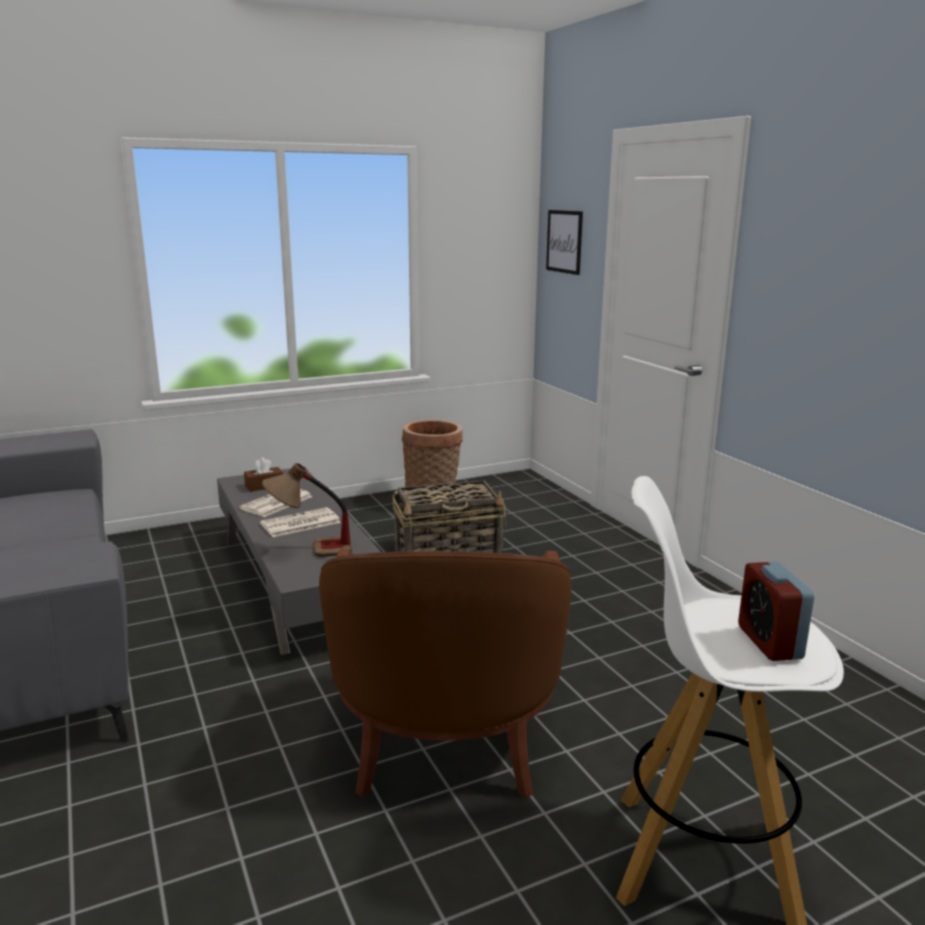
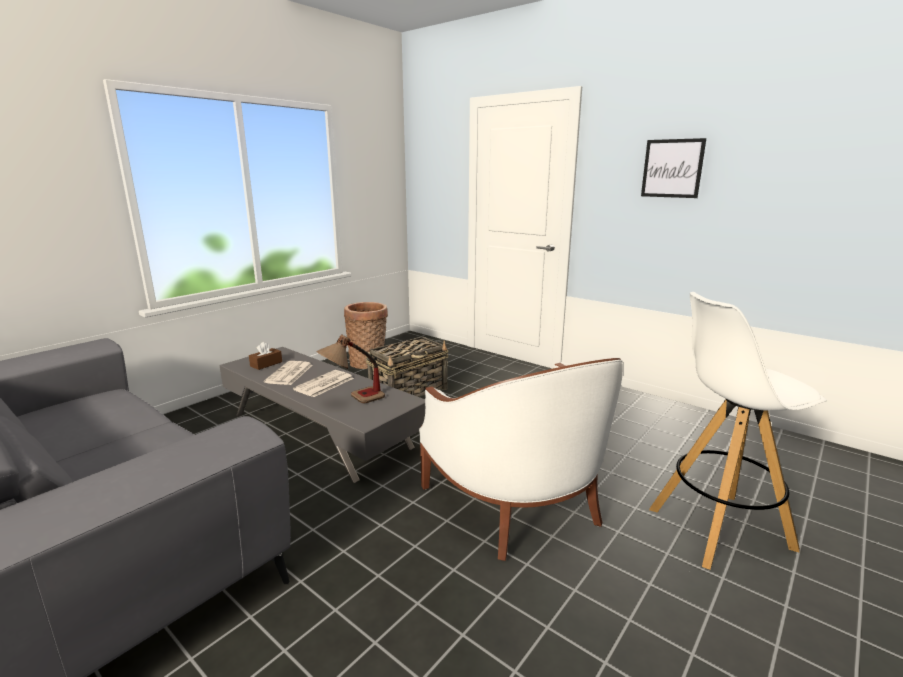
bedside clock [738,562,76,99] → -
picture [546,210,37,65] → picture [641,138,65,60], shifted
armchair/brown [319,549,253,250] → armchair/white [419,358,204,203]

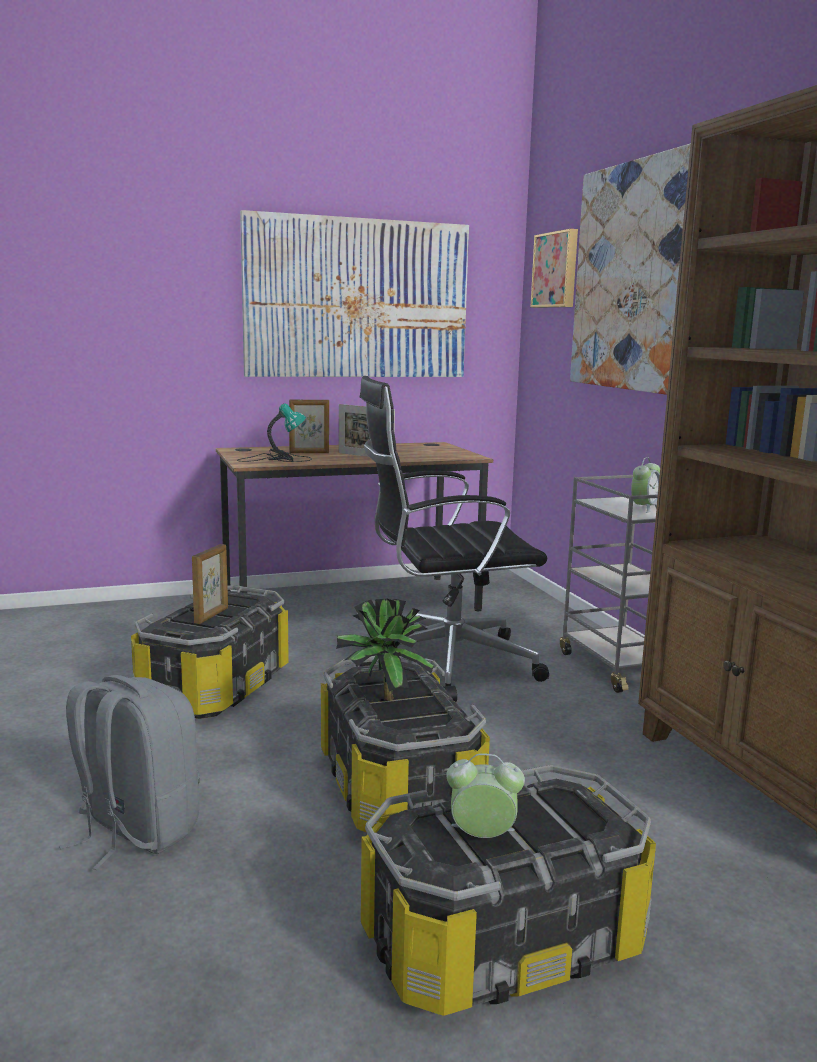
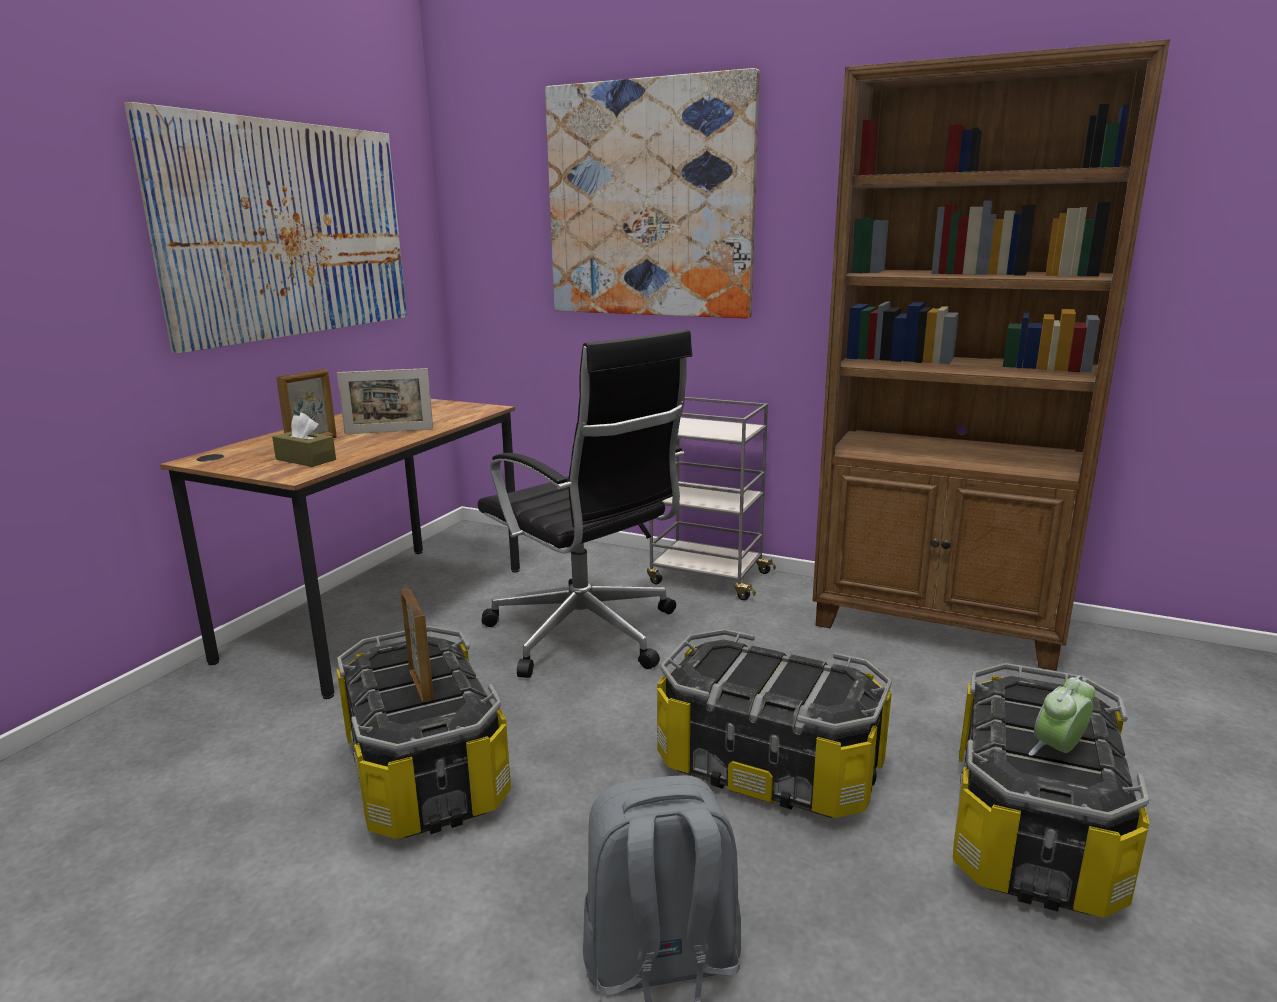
plant in a pot [336,599,98,102] → -
picture [530,229,48,79] → -
bedside clock [631,457,29,56] → -
tabletop lamp [237,403,75,59] → tissue holder/brown [272,413,64,54]
desk chair/black [356,376,193,326] → desk chair/black [478,329,214,349], 75 degrees counterclockwise

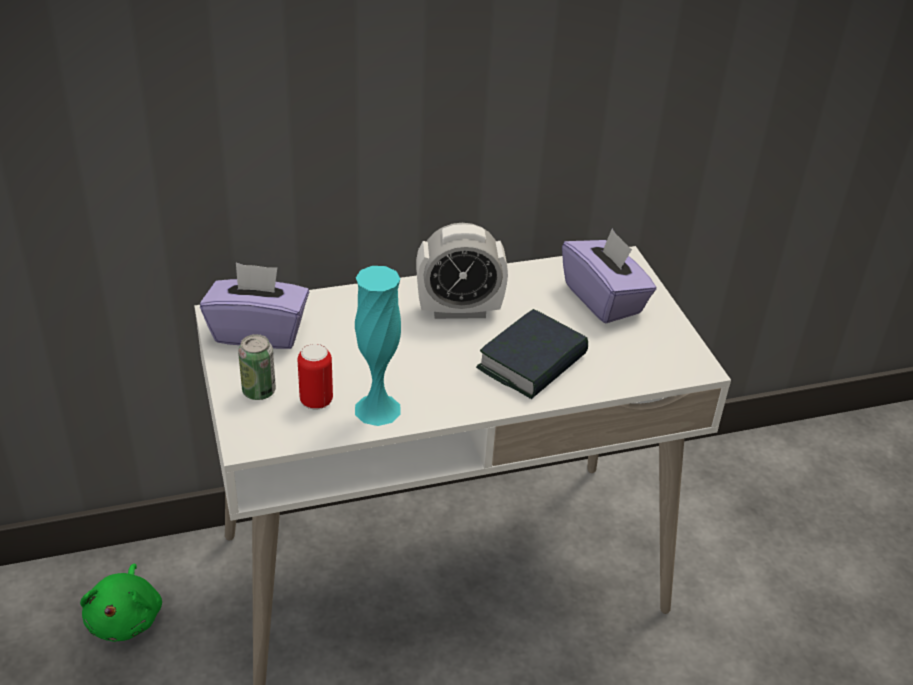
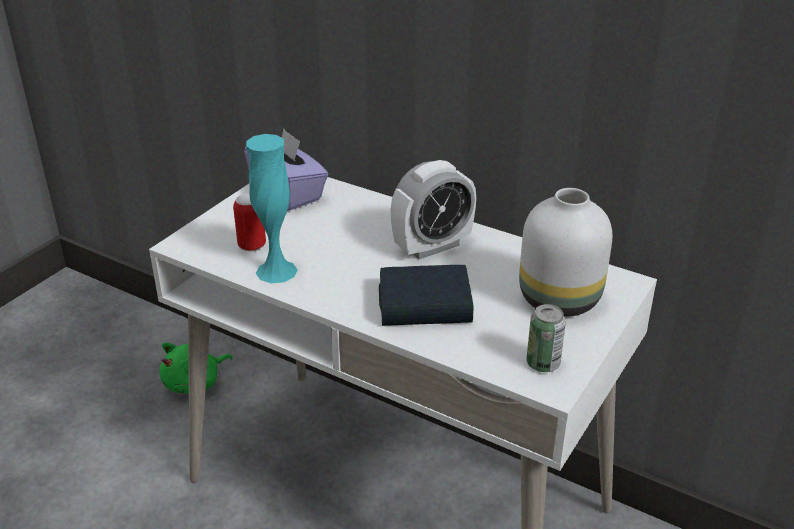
metal can [238,334,38,66] → metal can [526,304,40,68], shifted
tissue holder/purple-coloured [562,229,95,94] → decorative vase/white [519,188,94,128]
bedside clock [416,223,92,96] → bedside clock [391,160,85,99], 75 degrees counterclockwise

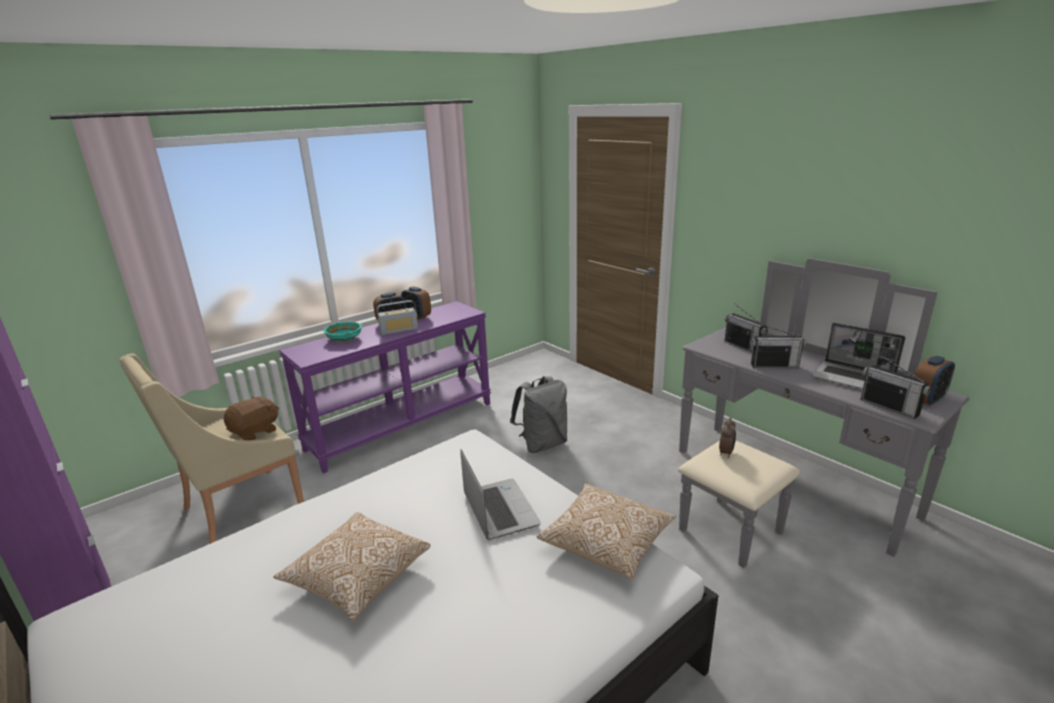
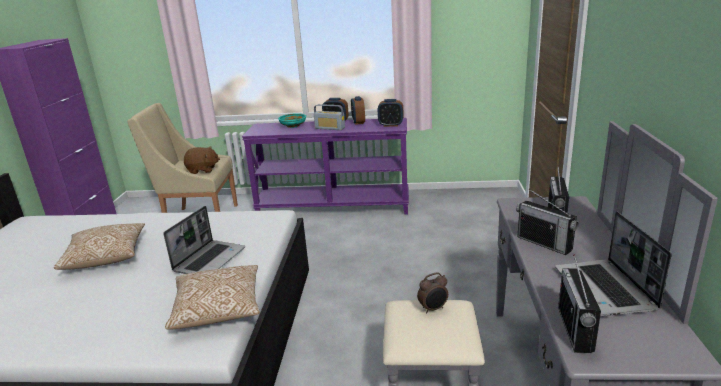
knapsack/greyish [510,376,57,77] → -
bedside clock [914,356,41,50] → bedside clock [378,99,26,28], shifted

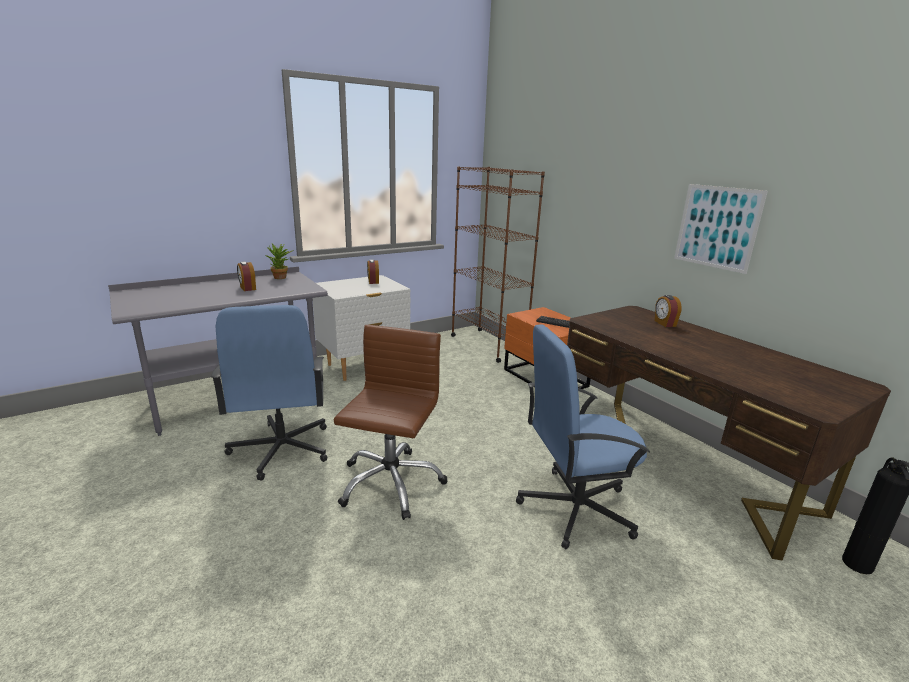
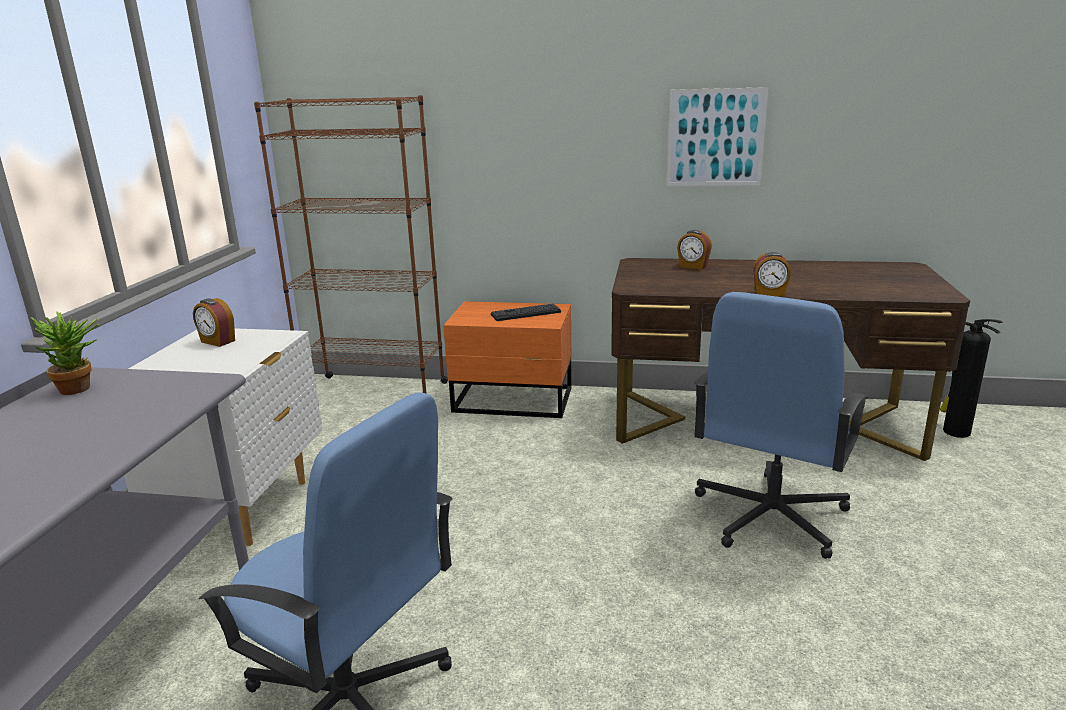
desk chair/brown [334,325,113,195] → -
bedside clock [237,261,19,30] → bedside clock [753,252,38,44], shifted

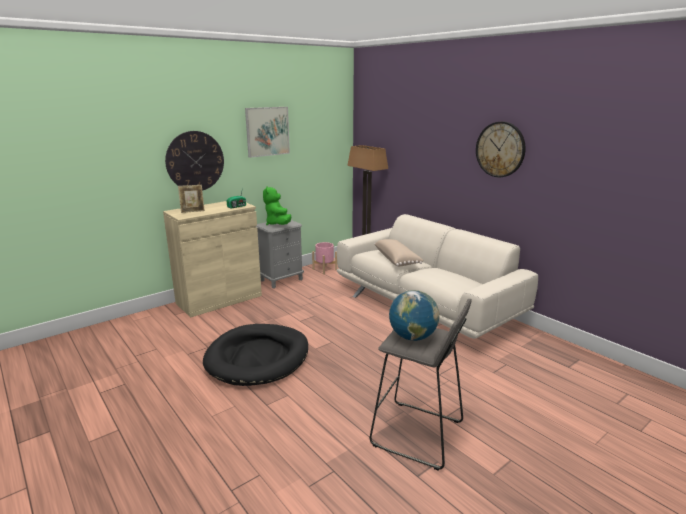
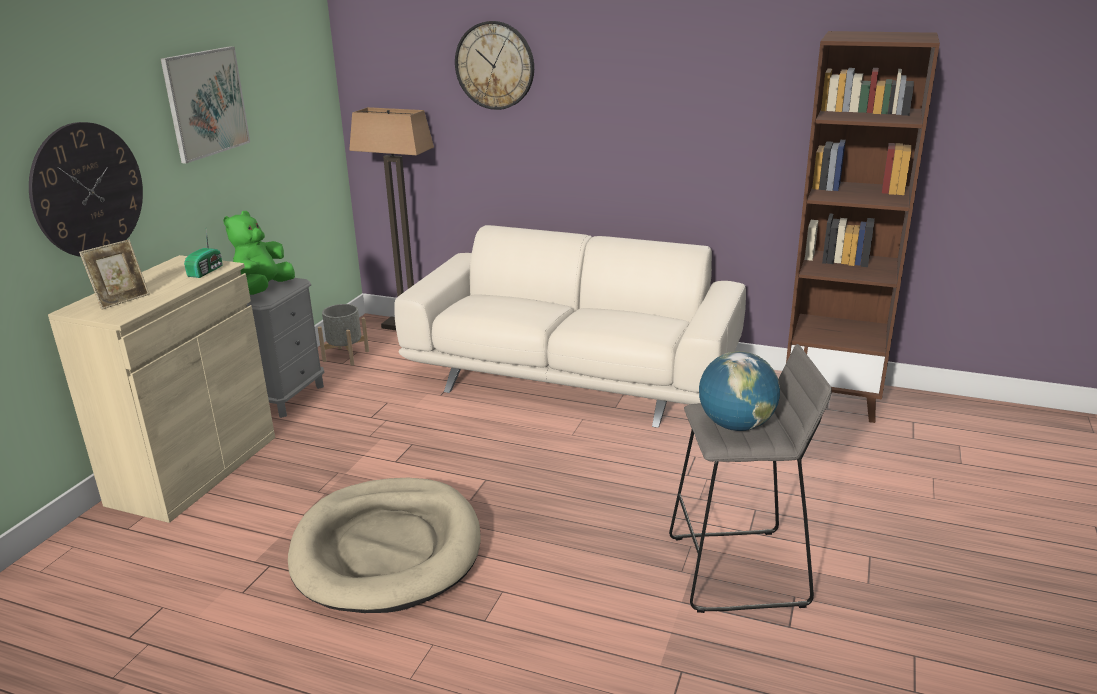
pillow/beige-coloured [374,239,50,27] → -
- → bookshelf/brown [786,31,154,392]
clock on the wall [476,121,50,56] → clock on the wall [455,21,79,89], shifted
dog bed/black [203,324,105,62] → dog bed/beige-coloured [288,478,193,135]
flower pot/pinkish [312,242,25,32] → flower pot/greyish [318,304,51,62]
plush toy/greenish [263,186,29,39] → plush toy/greenish [223,211,72,84], 60 degrees clockwise

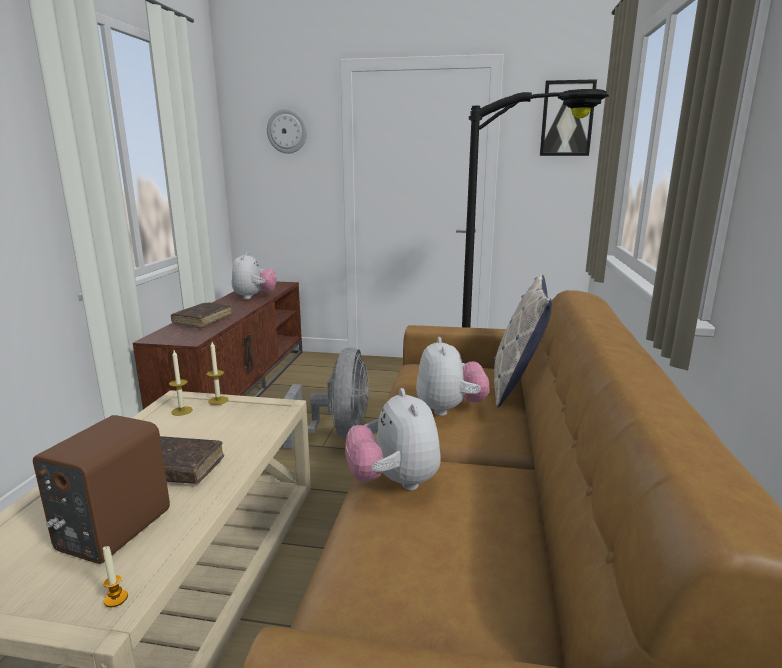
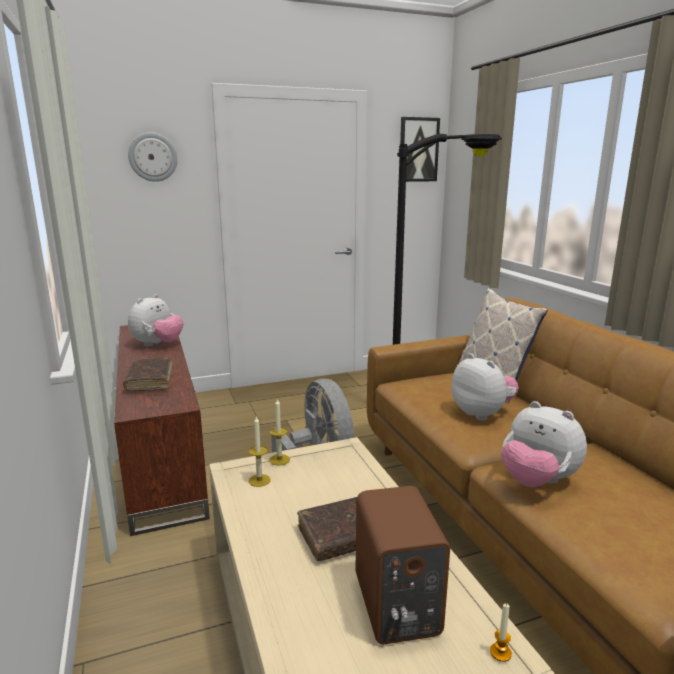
plush toy [232,252,45,47] → plush toy [128,294,56,53], 60 degrees clockwise

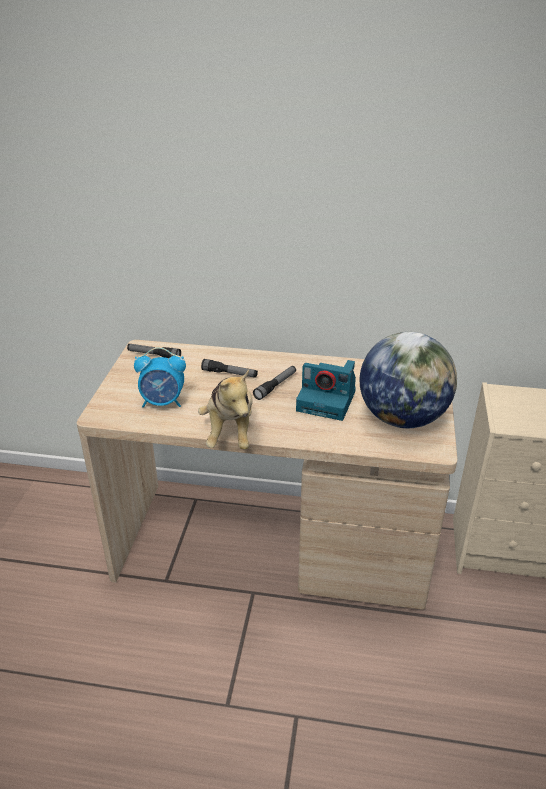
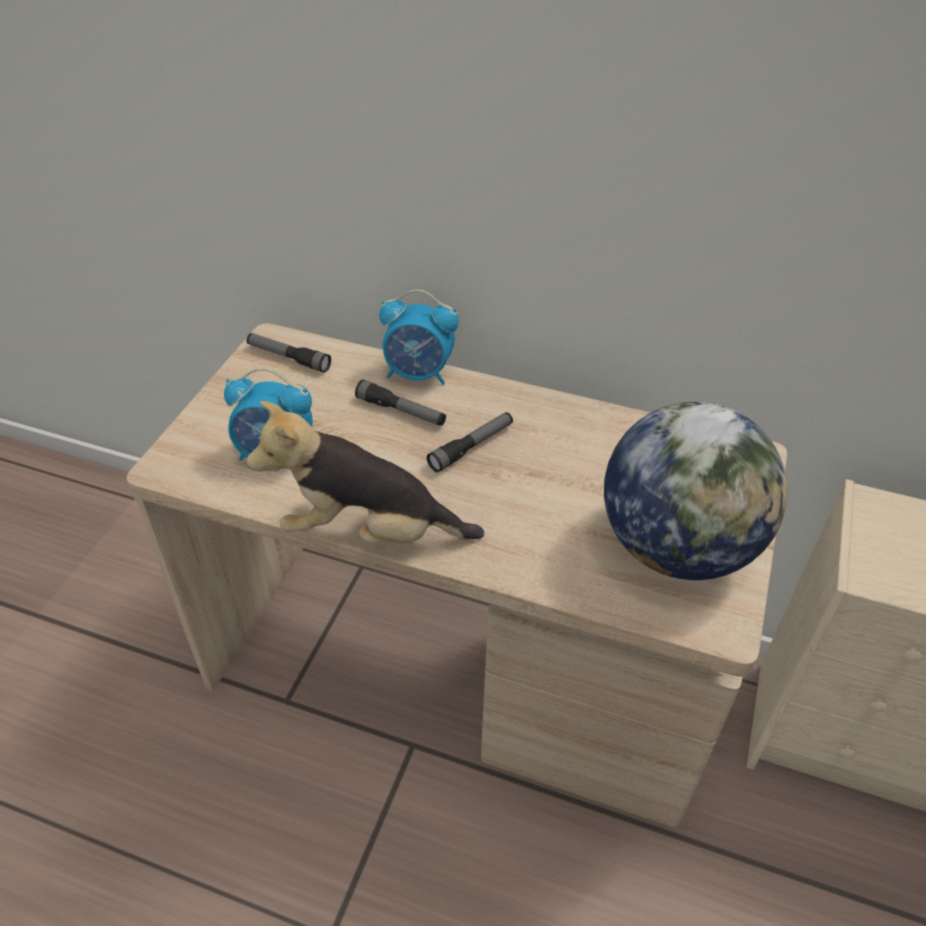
photo camera [296,360,60,61] → -
- → bedside clock [379,289,80,96]
plush toy [198,370,55,79] → plush toy [247,401,237,142], 90 degrees clockwise

